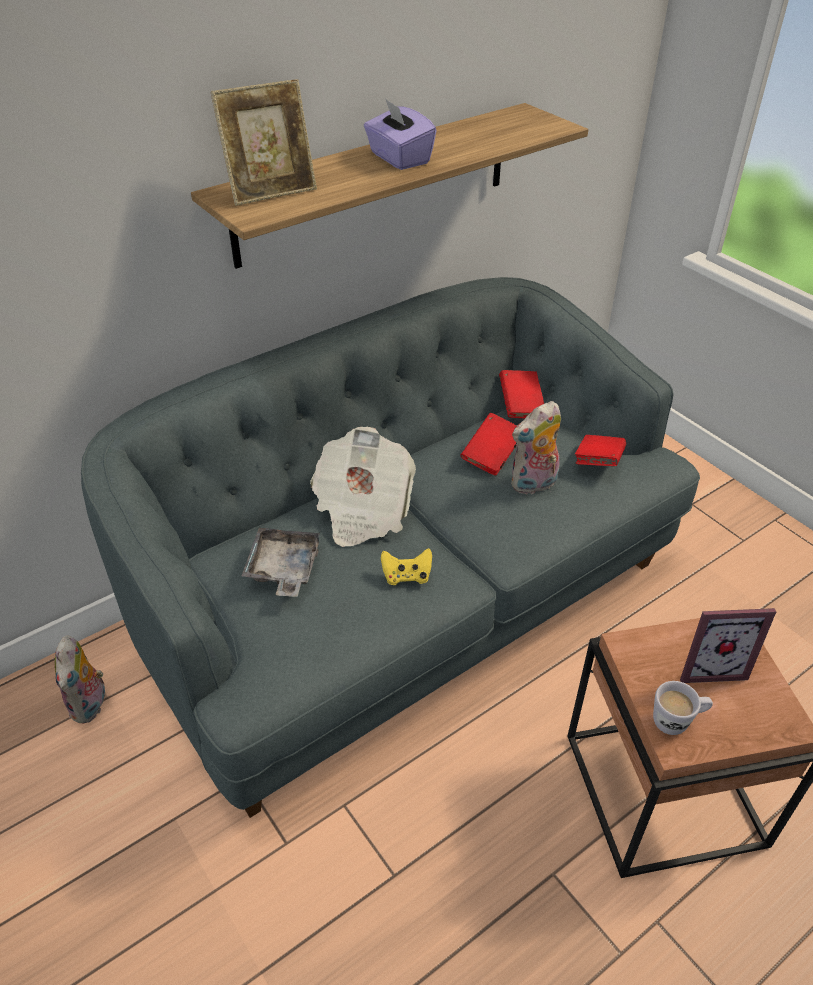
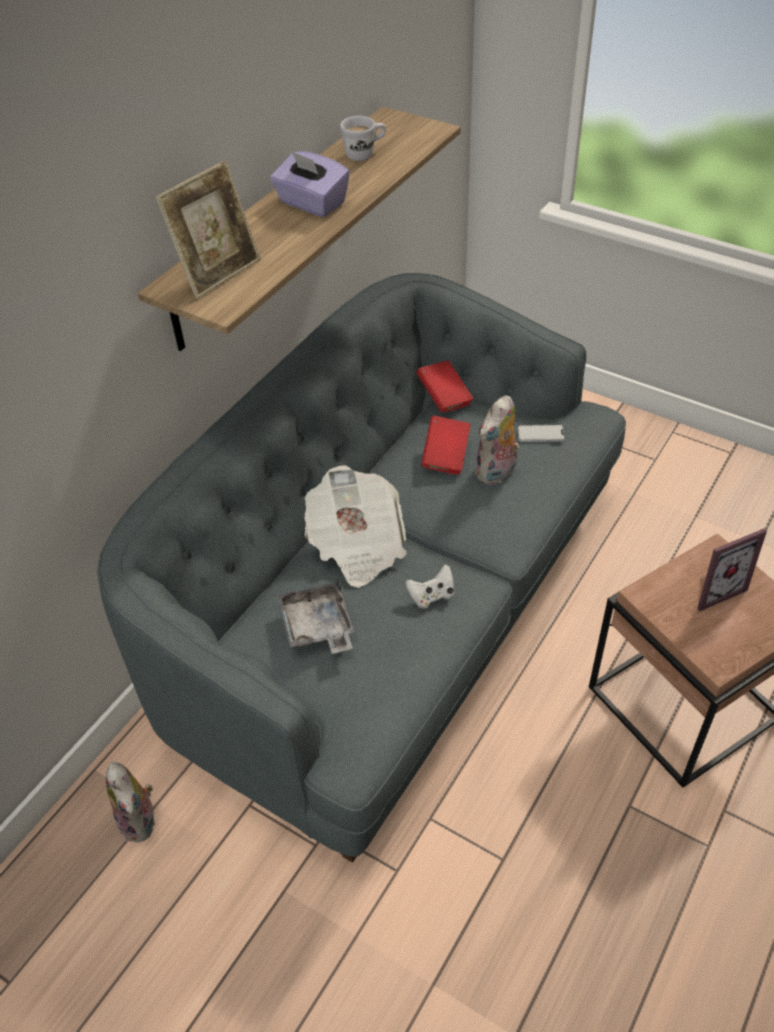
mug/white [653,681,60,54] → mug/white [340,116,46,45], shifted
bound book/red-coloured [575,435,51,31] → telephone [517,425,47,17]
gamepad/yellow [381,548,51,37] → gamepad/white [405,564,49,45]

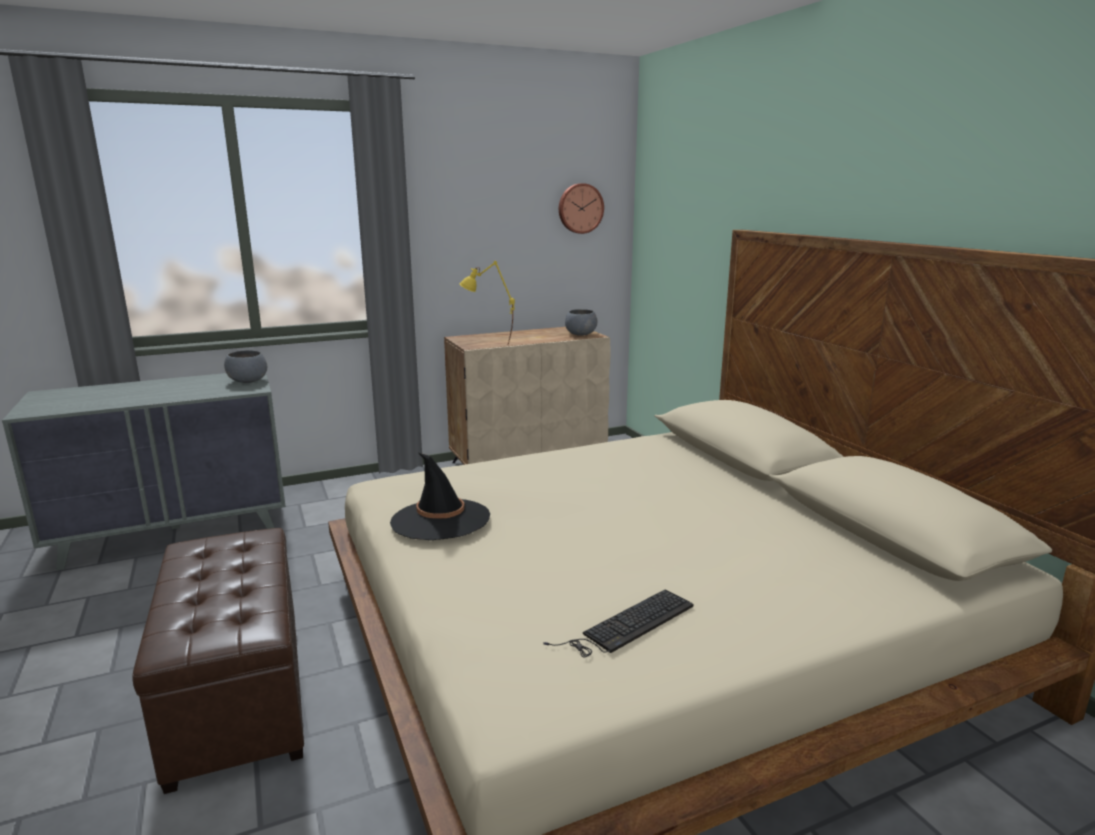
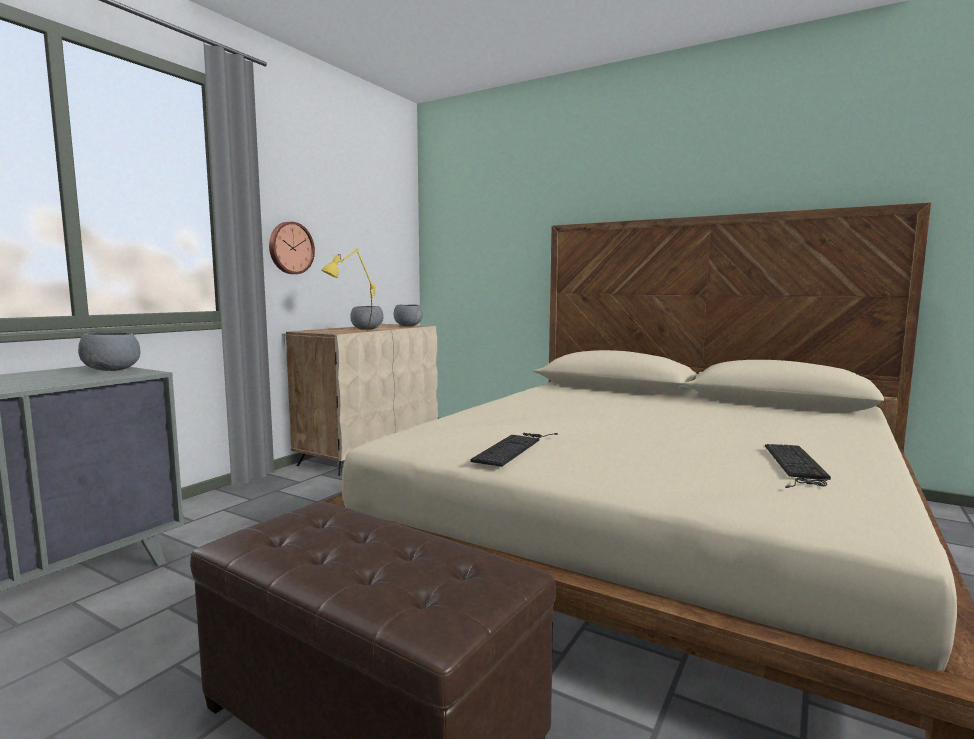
- → serving bowl/greyish [350,306,34,24]
clock on the wall [559,183,45,51] → clock on the wall [269,222,46,52], shifted
wearable hat/black [390,453,100,87] → keyboard [470,433,88,34]

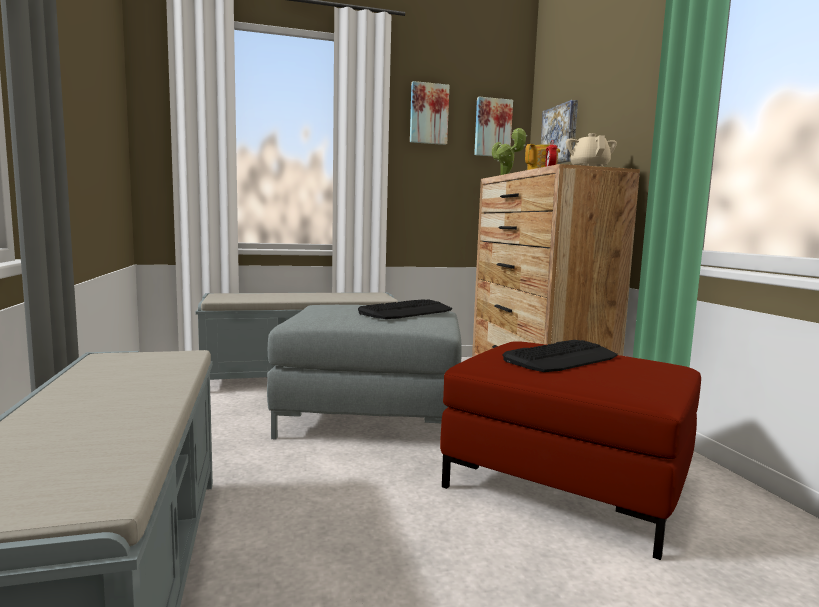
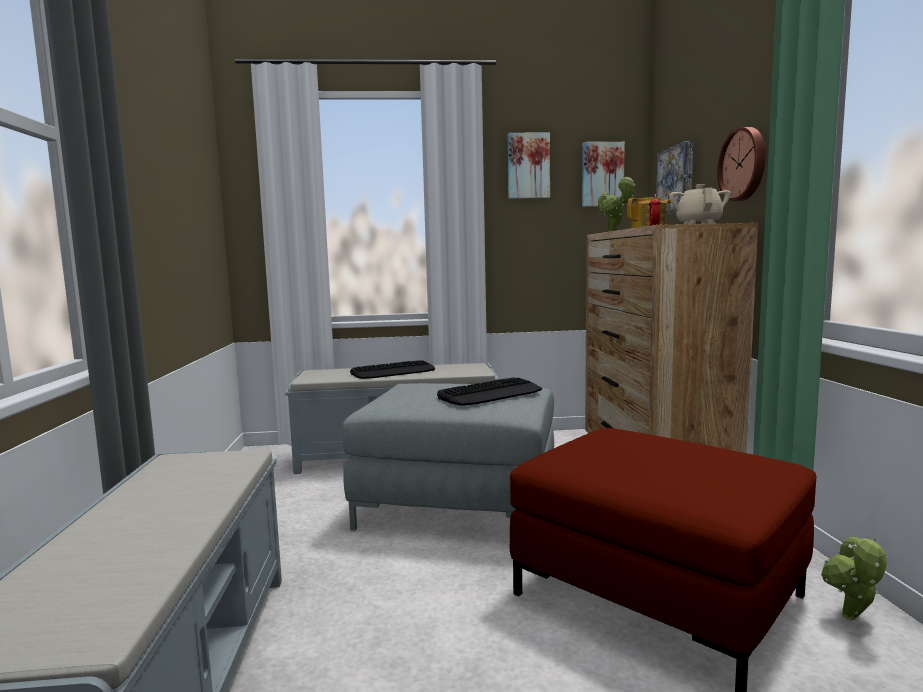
- → clock on the wall [717,127,49,74]
- → plant in a pot [821,536,66,84]
keyboard [503,340,115,32] → keyboard [350,360,85,19], shifted

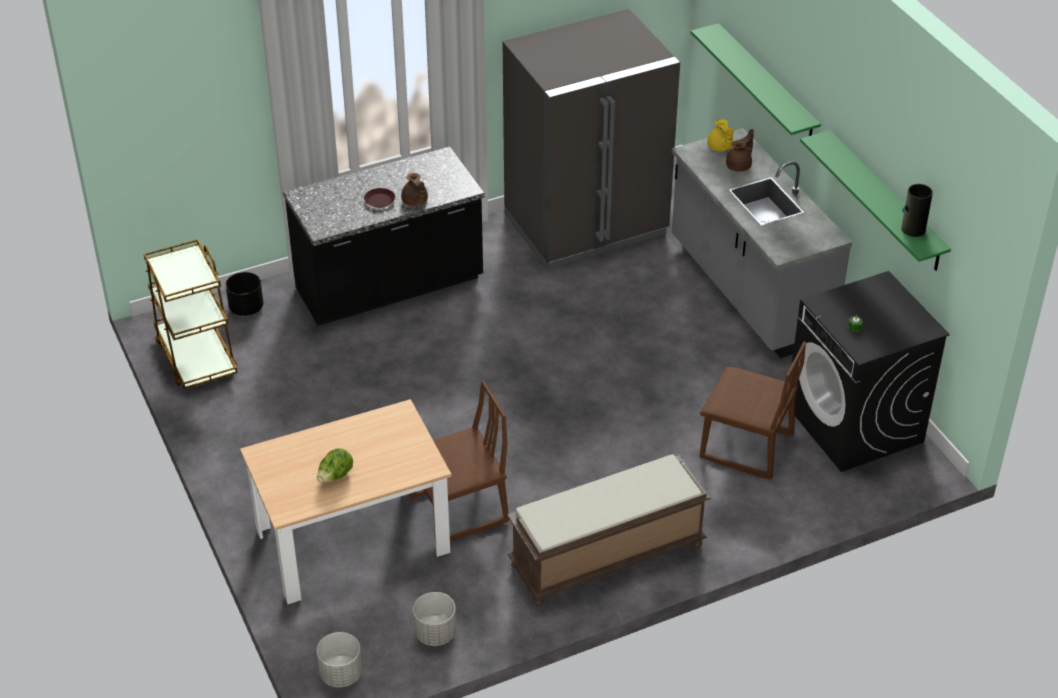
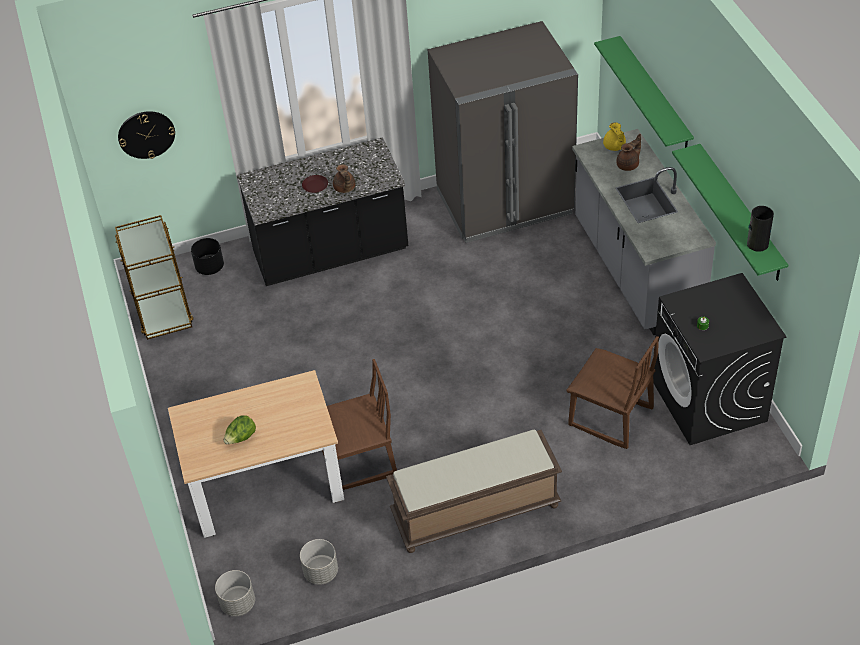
- → clock on the wall [118,111,57,48]

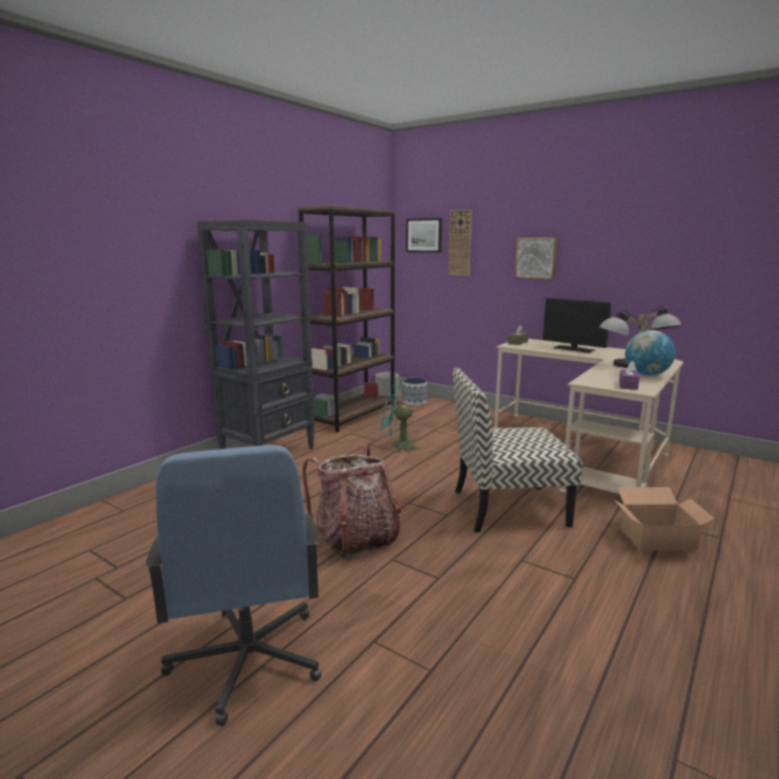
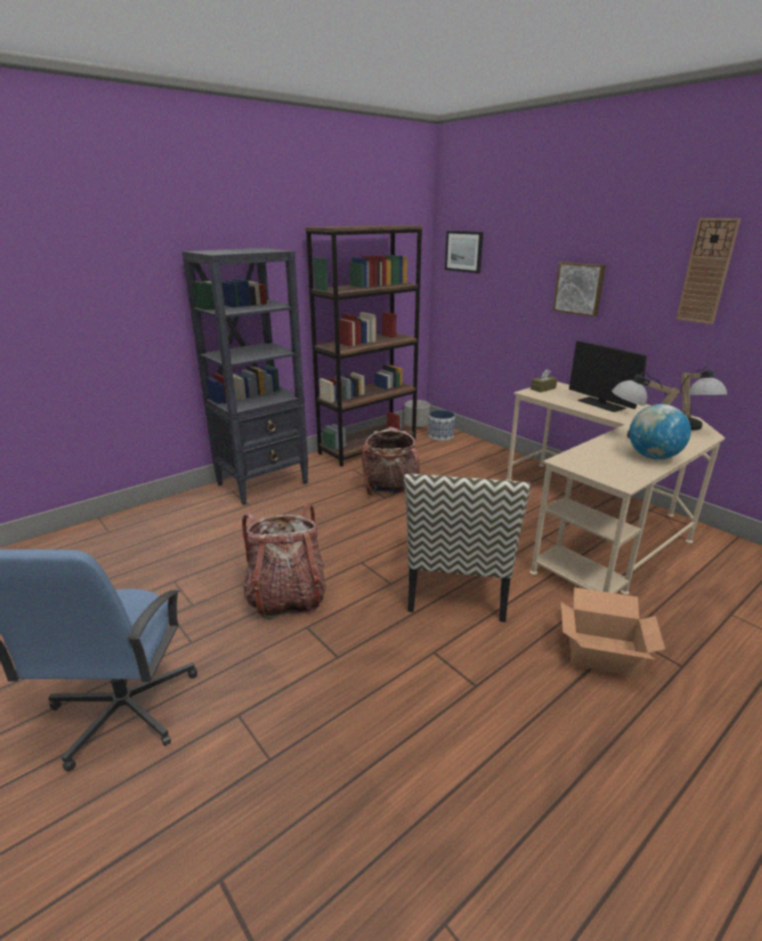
tissue holder/purple-coloured [619,361,21,29] → -
clock on the wall [448,209,24,67] → clock on the wall [676,218,65,106], shifted
cooling fan/turquoise [380,385,40,67] → knapsack [361,427,59,68]
chair [453,368,129,164] → chair [404,474,127,148], 90 degrees counterclockwise

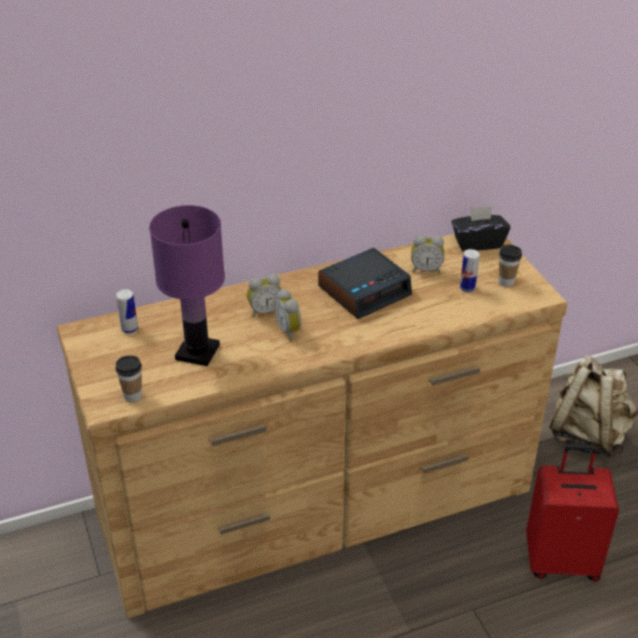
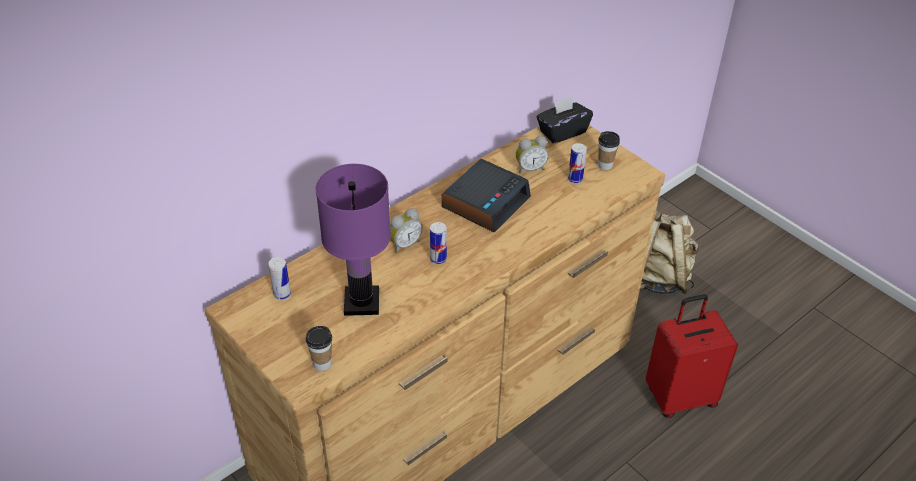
bedside clock [274,289,28,52] → metal can [430,222,17,42]

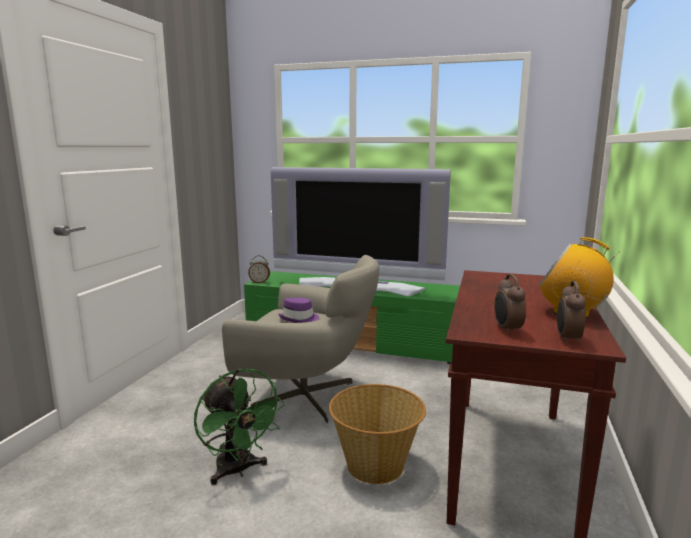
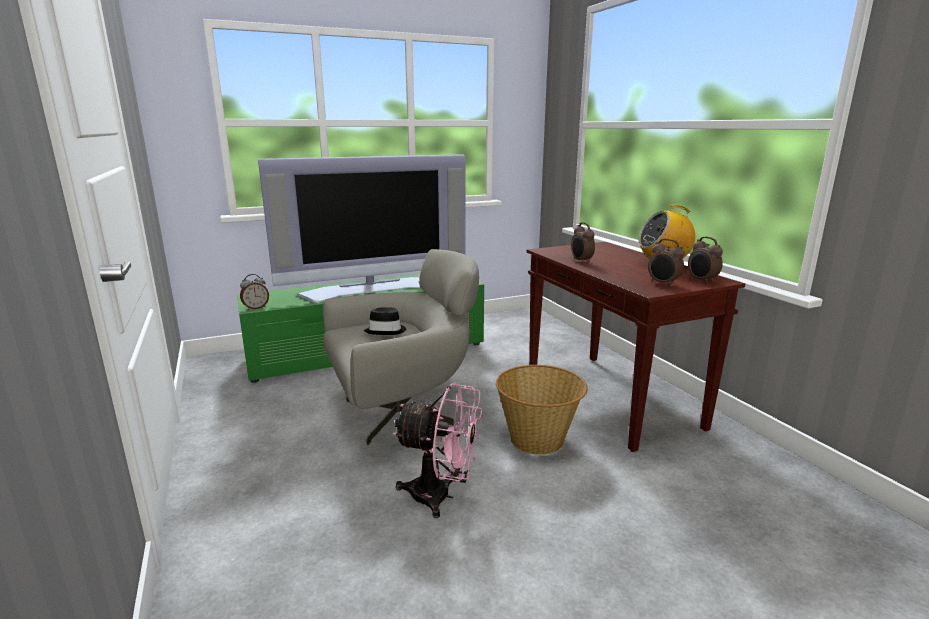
- → bedside clock [571,222,24,41]
cooling fan/greenish [194,369,91,116] → cooling fan/pinkish [393,382,89,136]
wearable hat/purple-coloured [278,298,41,25] → wearable hat/black [364,307,43,28]

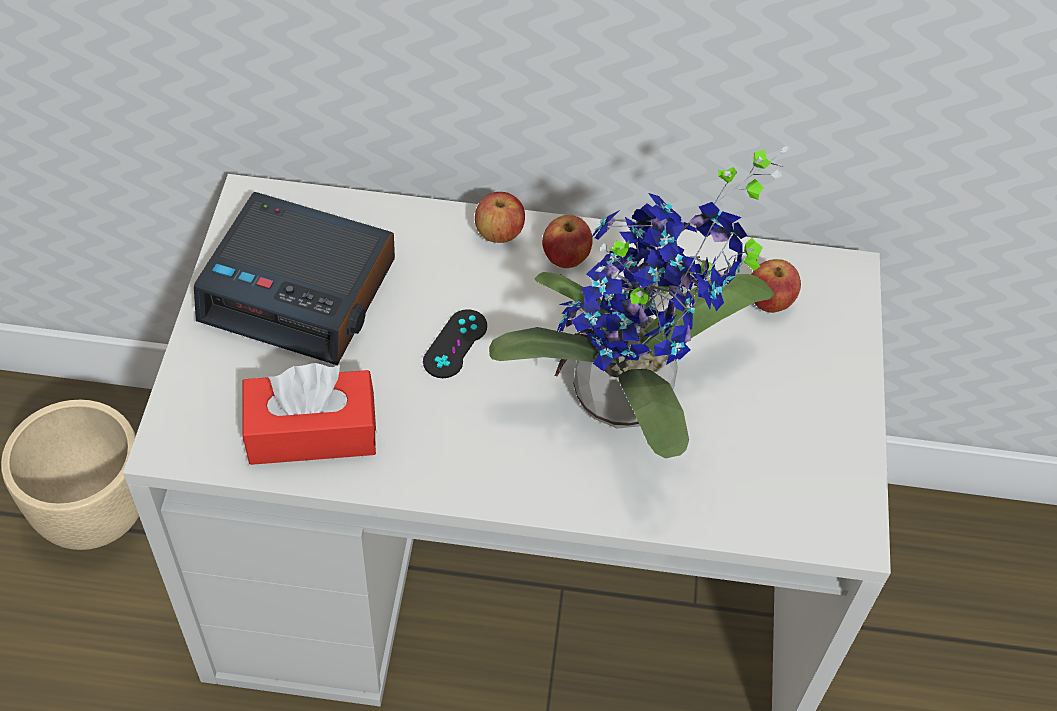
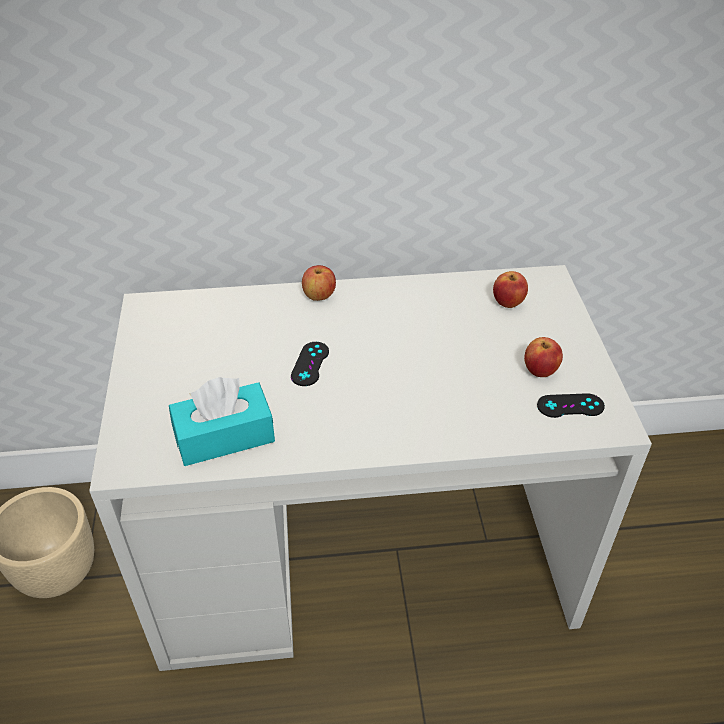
bedside clock [194,192,201,173] → -
plant in a pot [489,146,300,313] → -
- → gamepad/black [537,393,68,25]
whole apple [542,215,51,53] → whole apple [524,337,39,40], shifted
tissue holder/red-coloured [242,363,134,102] → tissue holder/turquoise [169,377,106,89]

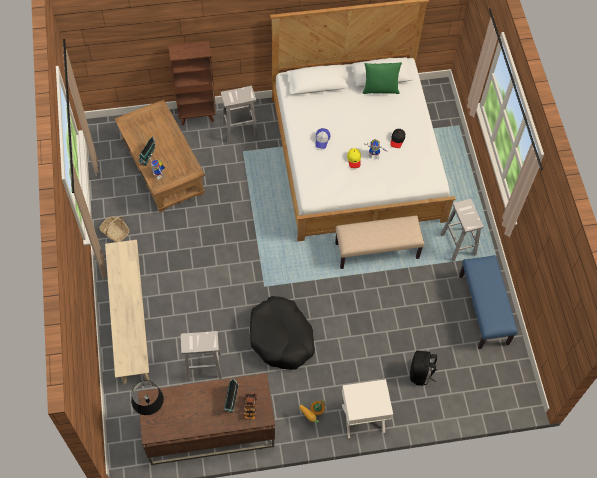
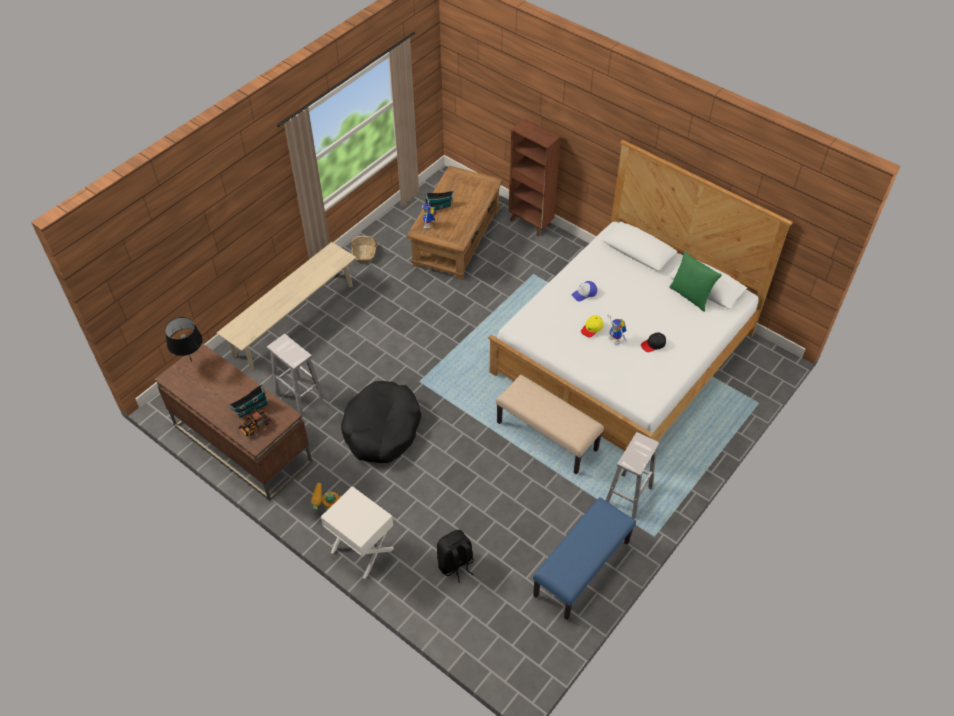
sitting stool/white [221,86,37,57] → -

